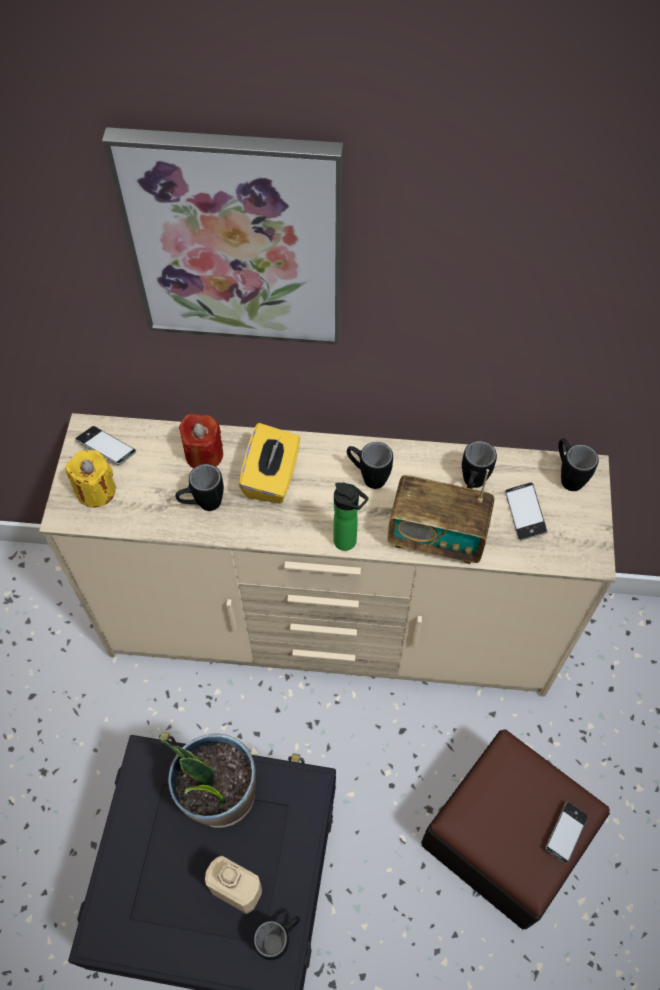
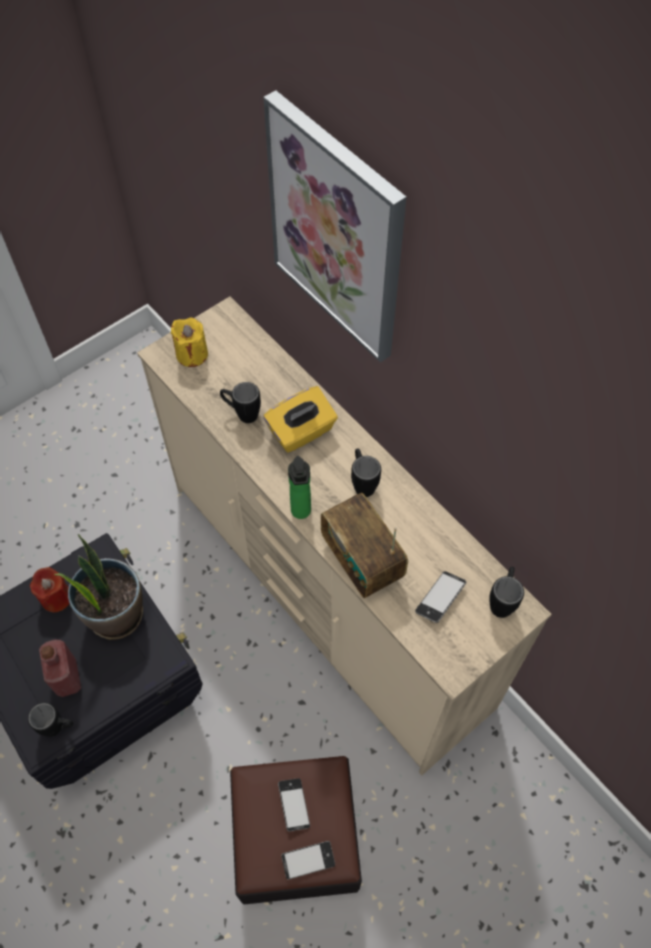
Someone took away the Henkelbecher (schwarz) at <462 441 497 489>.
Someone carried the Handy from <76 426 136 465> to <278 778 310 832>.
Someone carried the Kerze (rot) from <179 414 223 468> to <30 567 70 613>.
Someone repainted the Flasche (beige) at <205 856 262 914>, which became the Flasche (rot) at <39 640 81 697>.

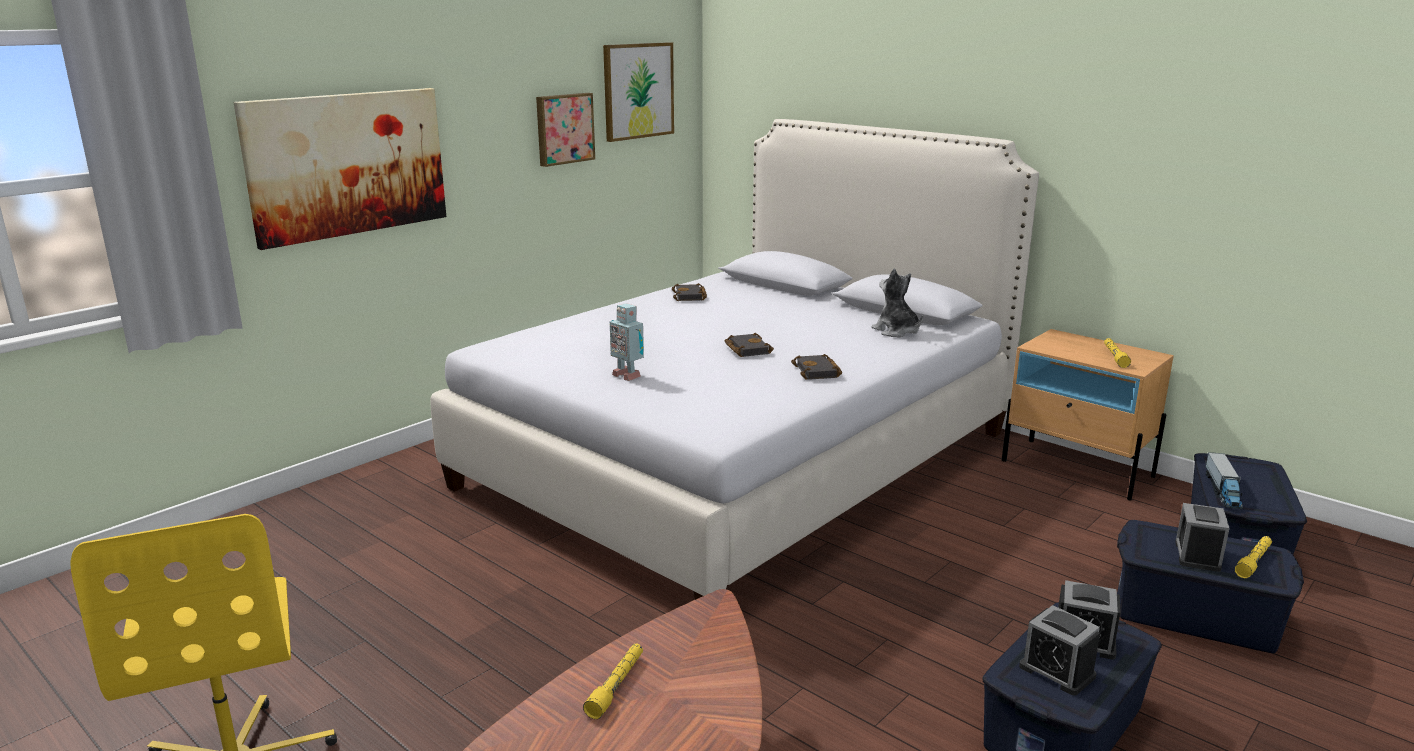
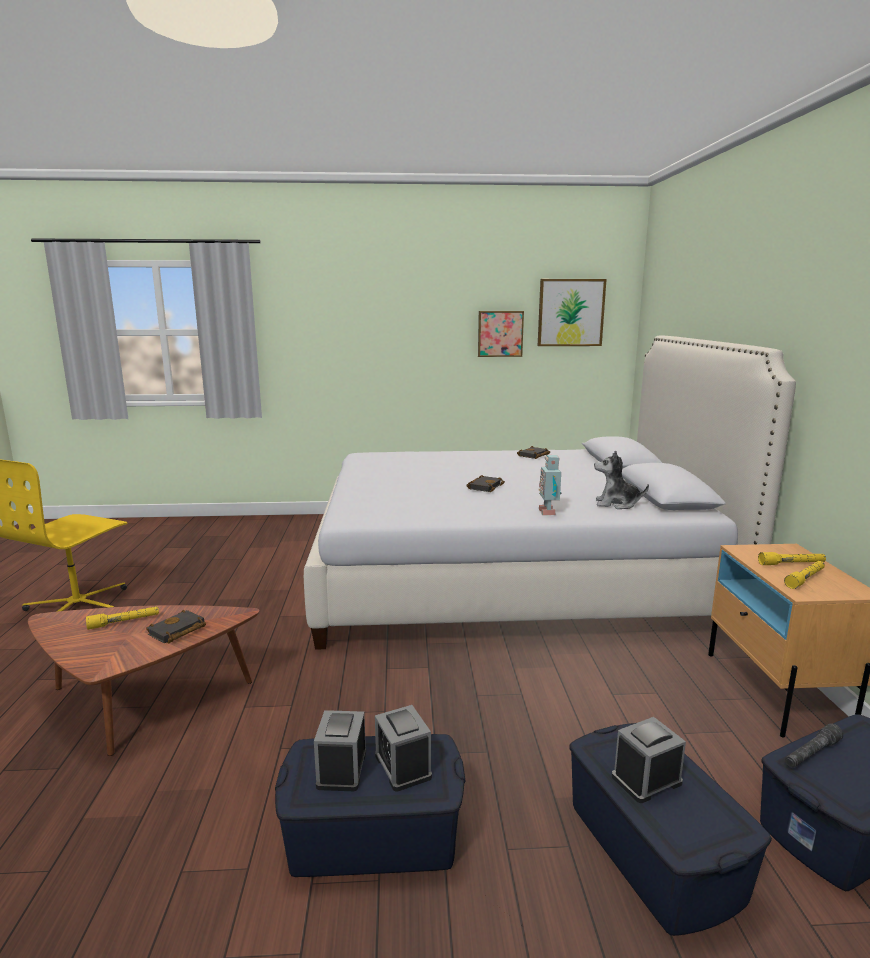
Someone took away the Bild at <233 88 446 250>.
Someone carried the Spielzeugroboter from <610 303 644 381> to <538 455 562 515>.
Someone carried the Buch (schwarz) from <791 354 842 380> to <146 610 206 643>.
Someone carried the Taschenlampe (gelb) from <1234 536 1272 579> to <758 552 826 565>.
Someone swapped the Spielzeuglaster at <1205 452 1243 509> for the Taschenlampe (grau) at <785 724 843 768>.
Someone rotated the Plüschtier at <871 269 923 337> by 90 degrees counterclockwise.

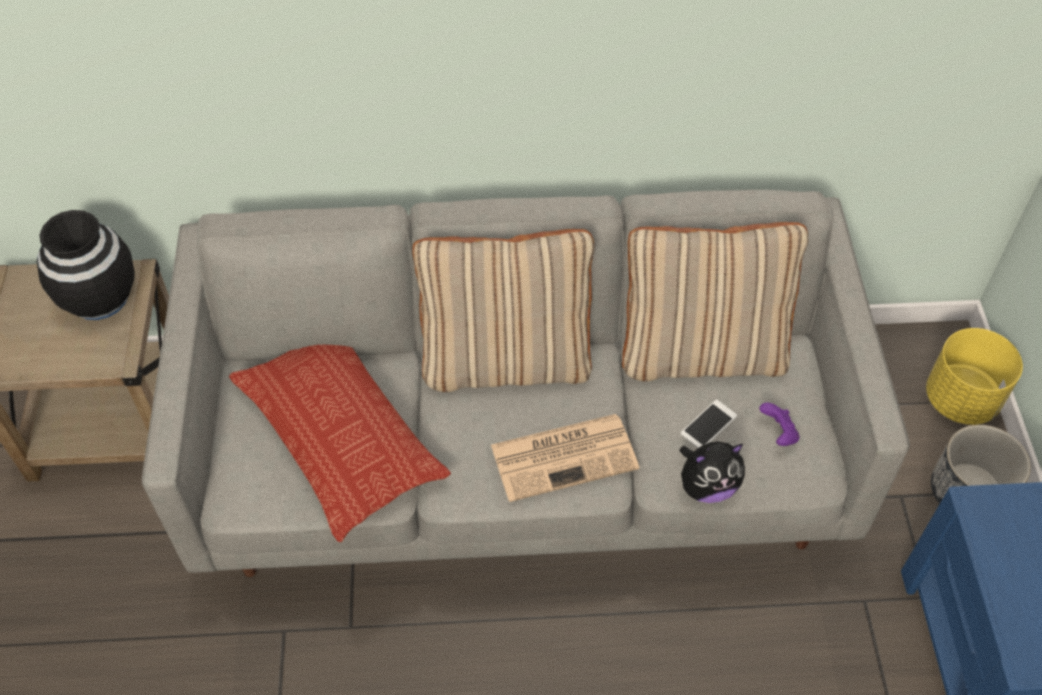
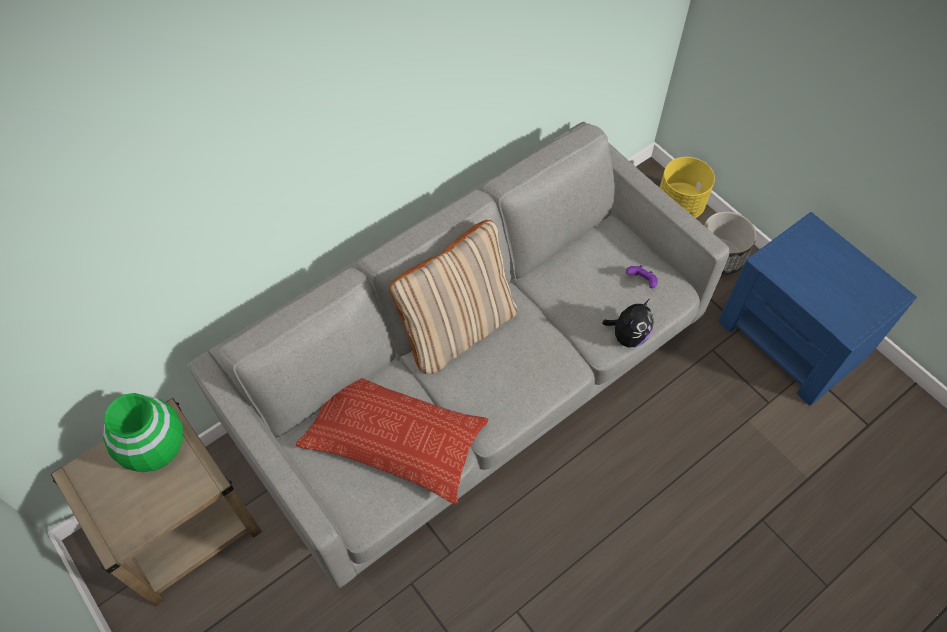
Someone took away the Zeitung at <491 414 639 502>.
Someone took away the Kissen (beige) at <622 222 808 381>.
Someone took away the Handy at <680 400 737 448>.
Someone repainted the Vase (schwarz) at <37 210 135 320>, which became the Vase (grün) at <103 393 183 472>.

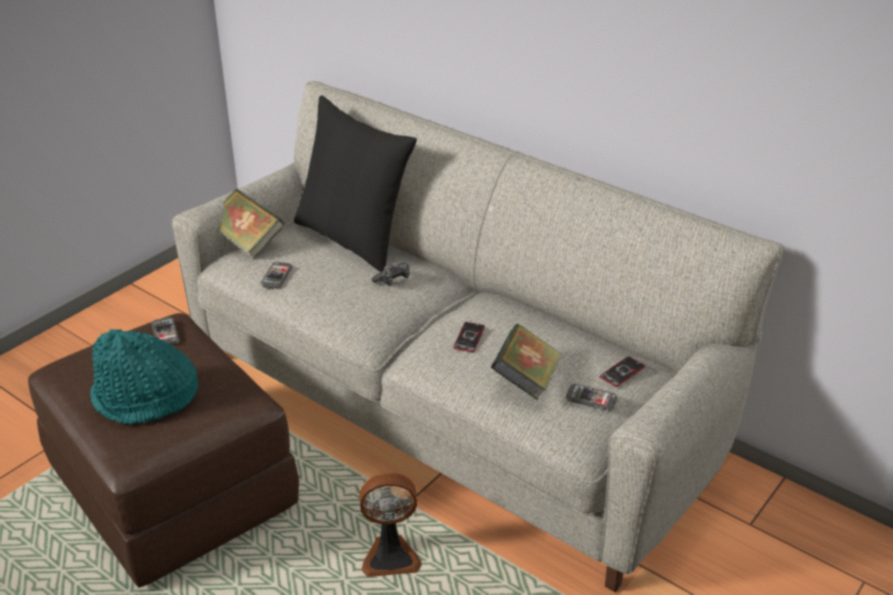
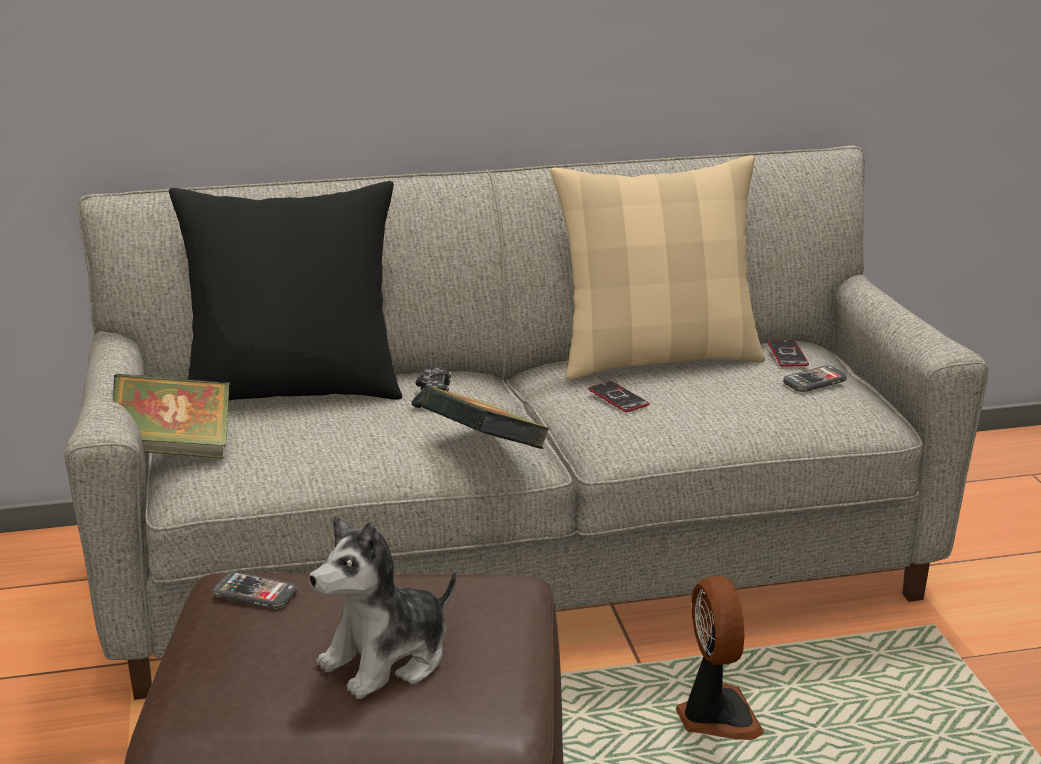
Someone took away the Handy at <260 262 293 289>.
Someone put down the Kissen (beige) at <551 155 765 380>.
Someone carried the Buch from <491 324 562 400> to <421 387 550 449>.
Someone swapped the Hut (türkis) at <90 329 198 424> for the Plüschtier at <309 516 456 699>.
Someone rotated the Ventilator at <359 473 421 577> by 45 degrees counterclockwise.

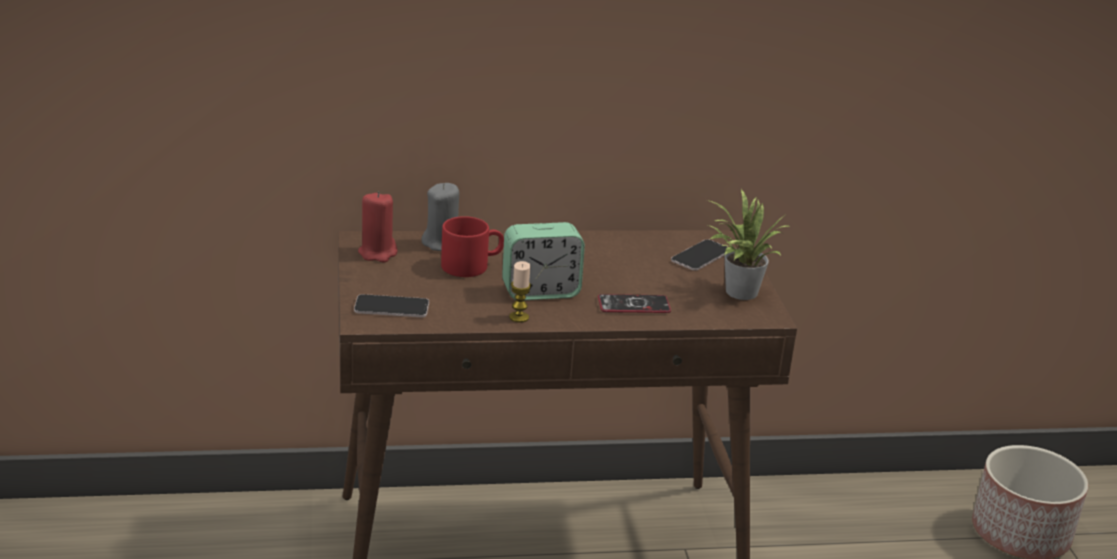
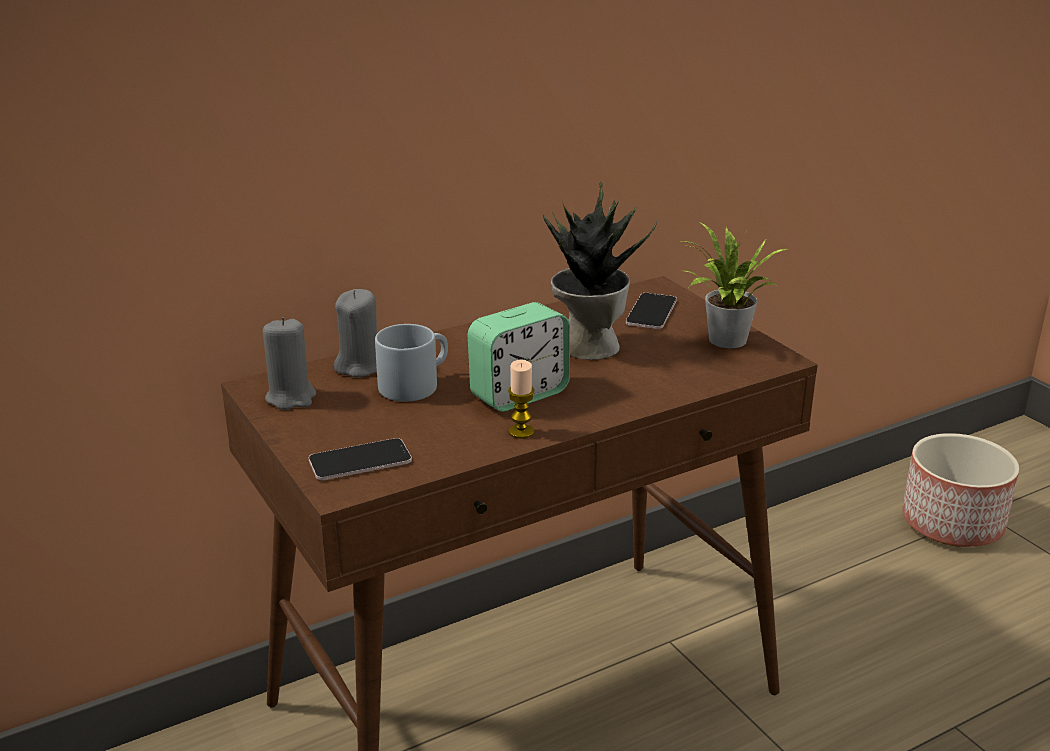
Someone took away the Handy at <598 294 671 313>.
Someone put down the Topfpflanze at <543 181 657 360>.
Someone repainted the Kerze (rot) at <358 191 397 262>, which became the Kerze (grau) at <263 317 316 410>.
Someone repainted the Henkelbecher (rot) at <441 216 504 277>, which became the Henkelbecher (grau) at <375 324 448 402>.

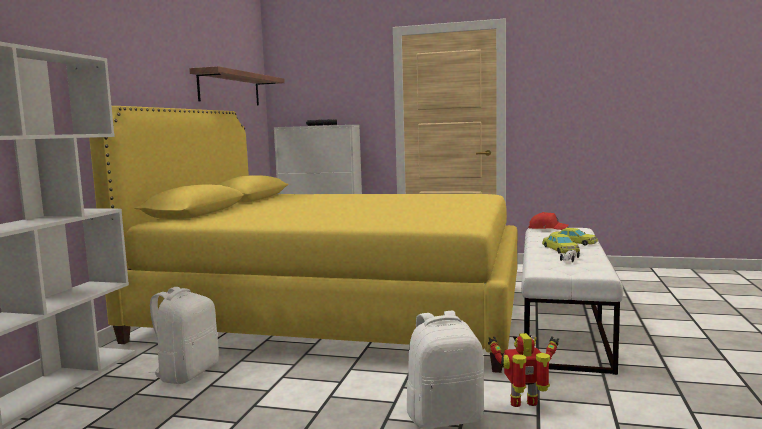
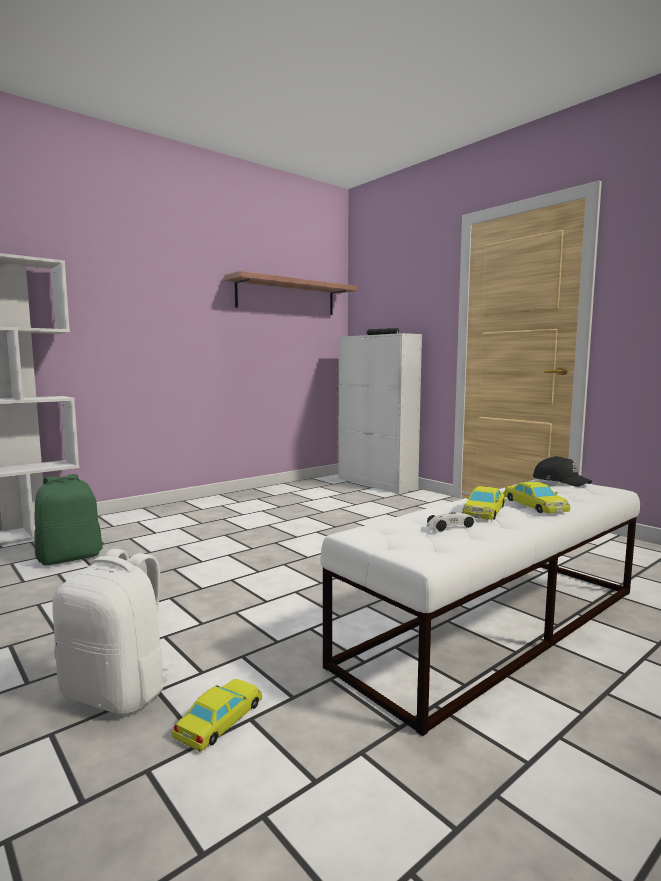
Someone took away the Bett (gelb) at <89 106 517 373>.
Someone swapped the Spielzeugroboter at <488 333 559 407> for the Spielzeugauto (gelb) at <172 679 262 751>.
Someone repainted the Rucksack (weiß) at <148 287 219 384>, which became the Rucksack (grün) at <34 474 103 565>.
Someone repainted the Kappe (rot) at <529 212 568 230>, which became the Kappe (schwarz) at <533 456 592 487>.

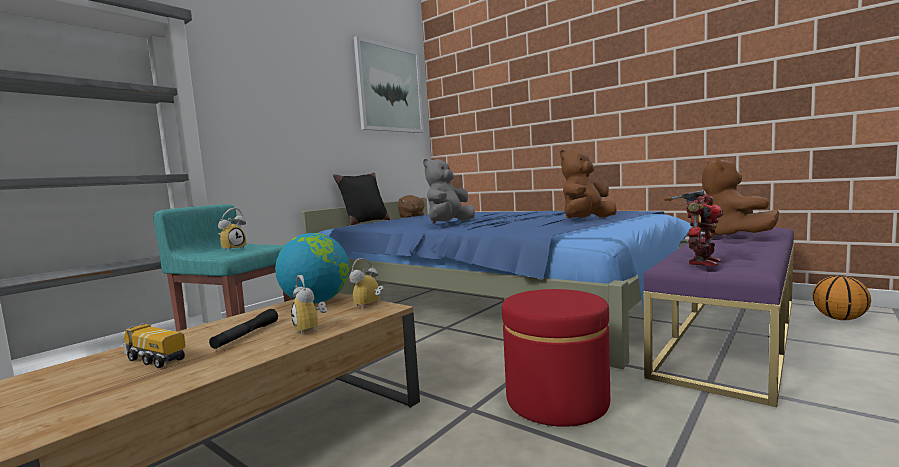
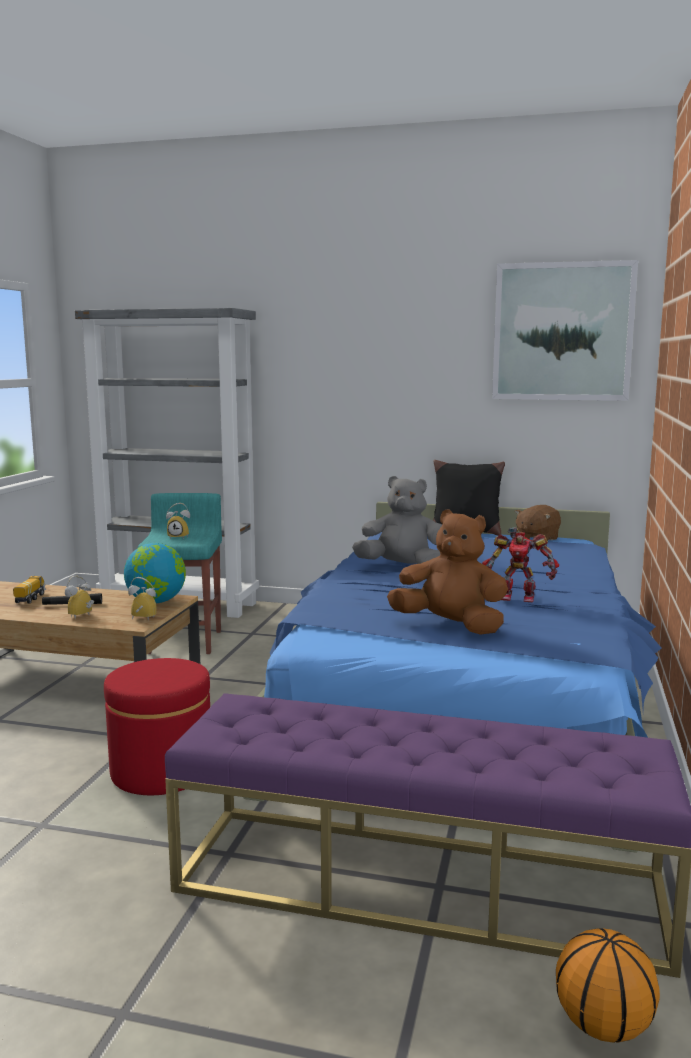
Someone took away the Plüschtier (braun) at <702 159 779 238>.
Someone carried the Spielzeugroboter from <664 190 723 266> to <482 528 559 602>.

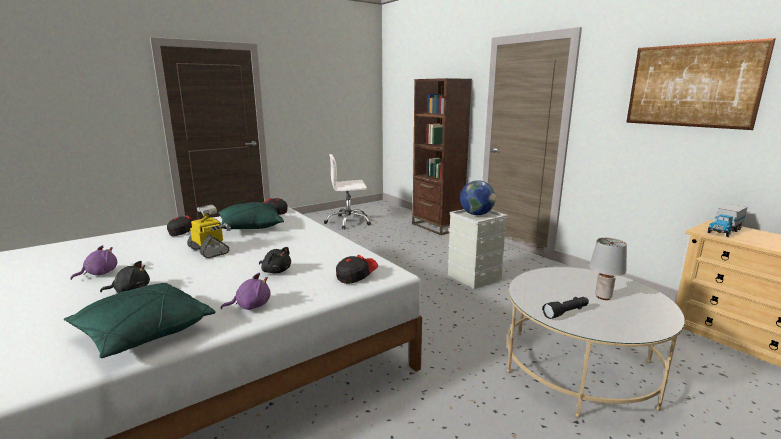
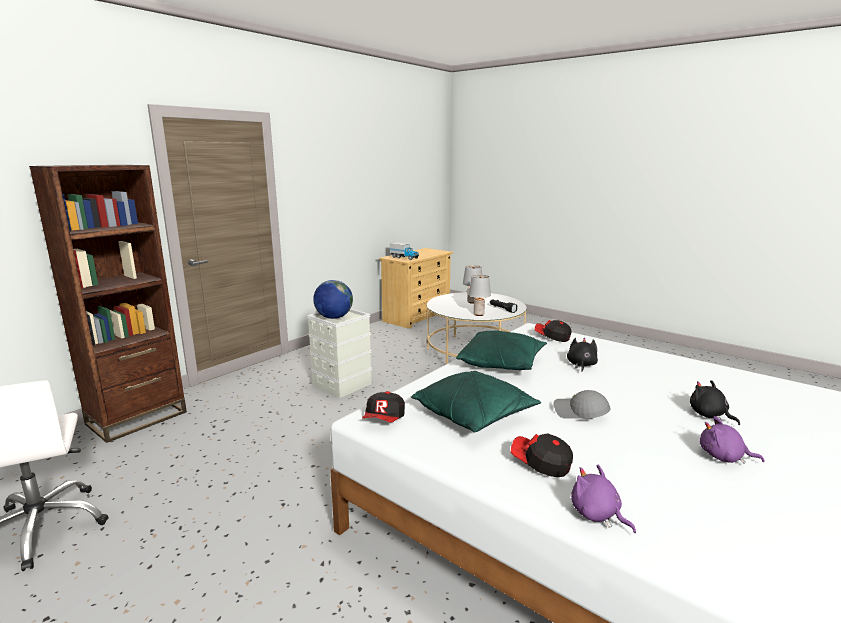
Someone took away the Bild at <627 38 776 130>.
Someone put down the Tischlampe (grau) at <469 275 491 316>.
Someone carried the Kissen (grün) from <64 283 216 358> to <456 330 547 370>.
Someone carried the Plüschtier (lila) from <221 273 271 310> to <571 465 636 533>.
Someone swapped the Spielzeugroboter at <187 205 231 258> for the Kappe (grau) at <554 390 610 419>.

